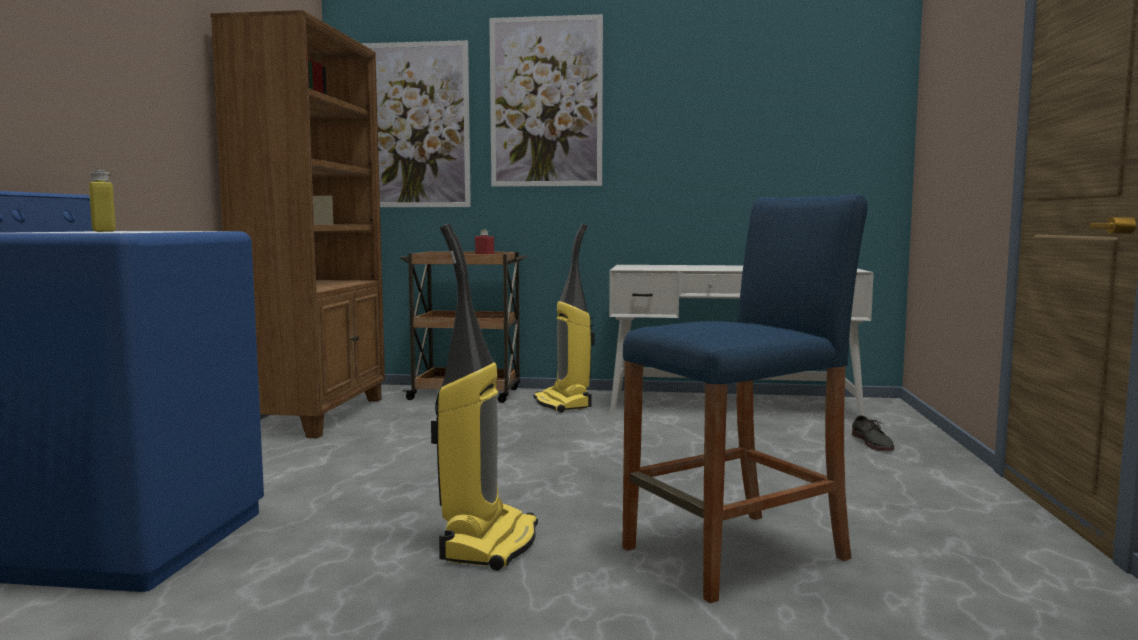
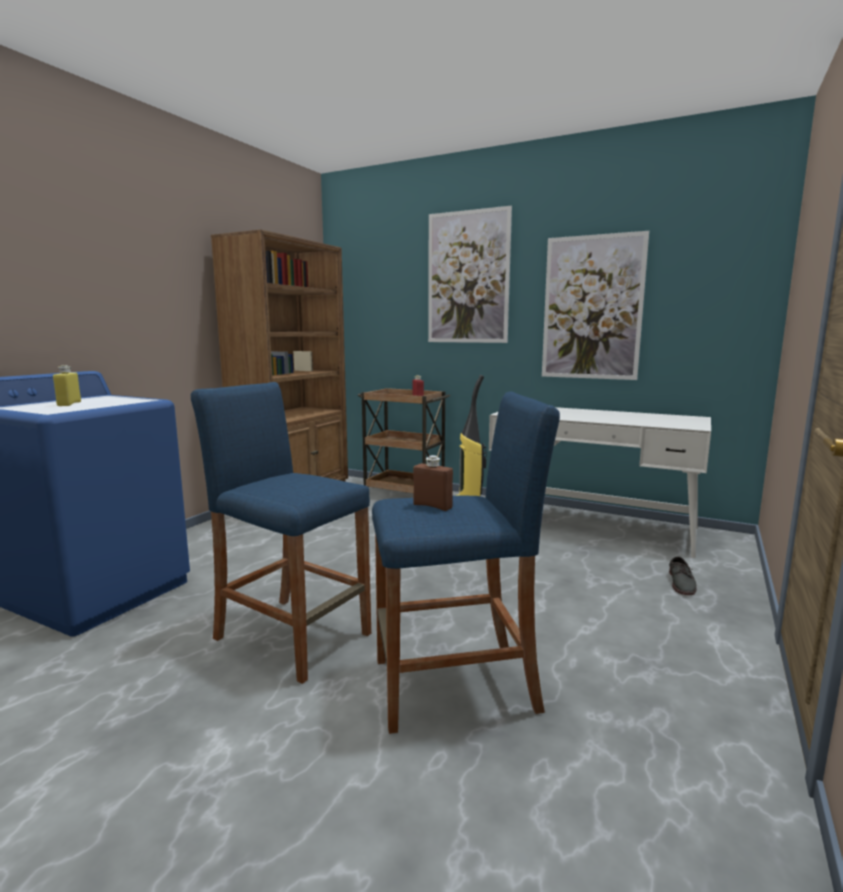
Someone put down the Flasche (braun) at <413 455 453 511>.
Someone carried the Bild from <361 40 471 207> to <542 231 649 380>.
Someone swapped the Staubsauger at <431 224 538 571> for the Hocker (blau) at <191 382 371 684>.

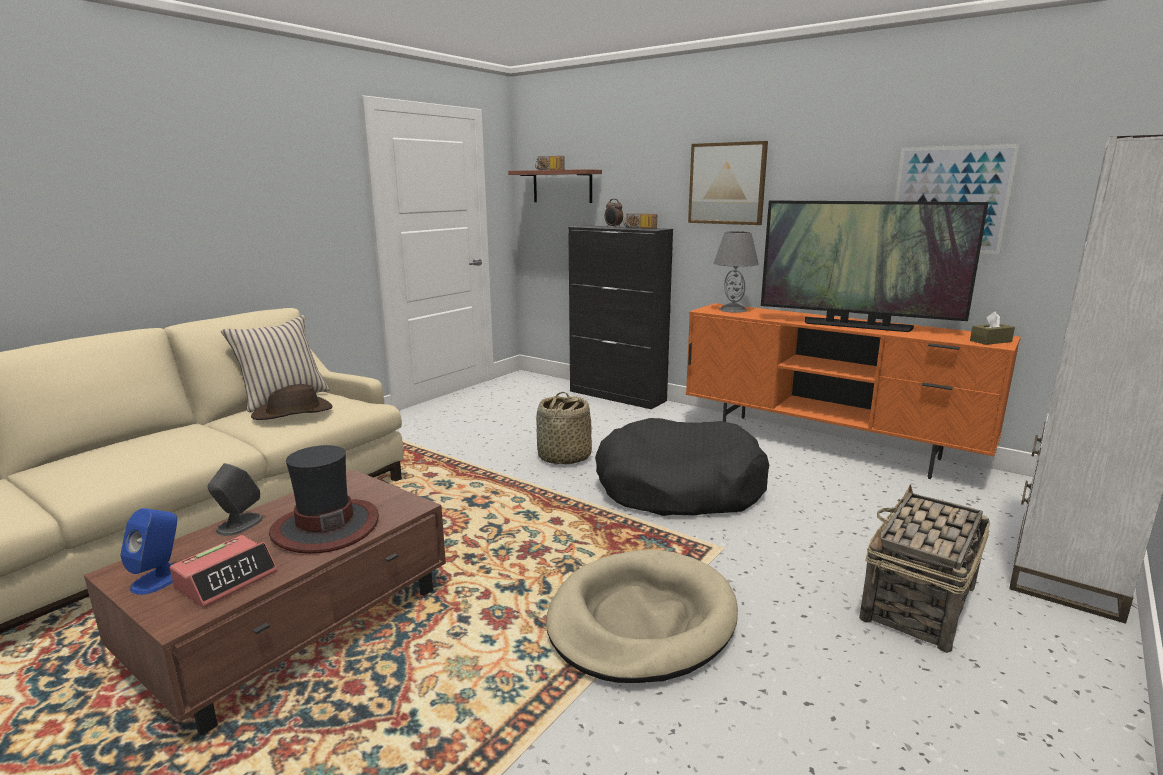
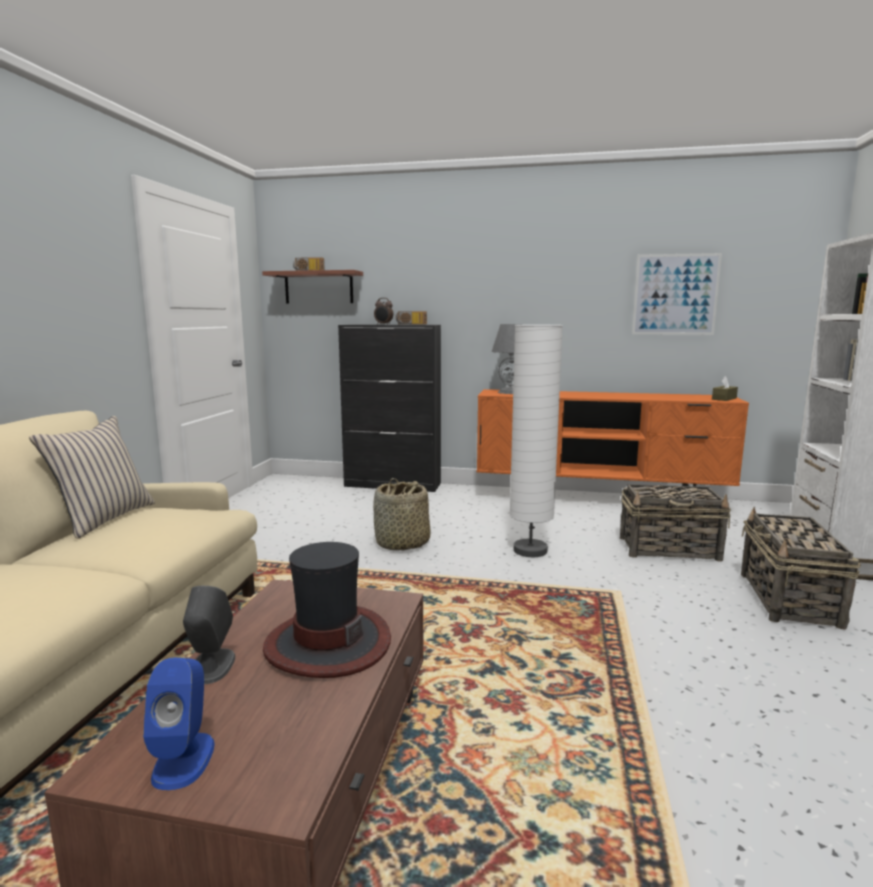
Someone took away the Wecker at <170 535 277 608>.
Someone took away the Hut (braun) at <251 384 333 420>.
Someone took away the Hundebett (beige) at <546 549 738 683>.
Someone took away the Bild at <688 141 768 225>.
Someone took away the Fernseher at <761 200 989 332>.
Someone put down the Korb at <620 484 731 562>.
Someone swapped the Hundebett (schwarz) at <595 418 769 516> for the Stehlampe (weiß) at <509 325 563 557>.

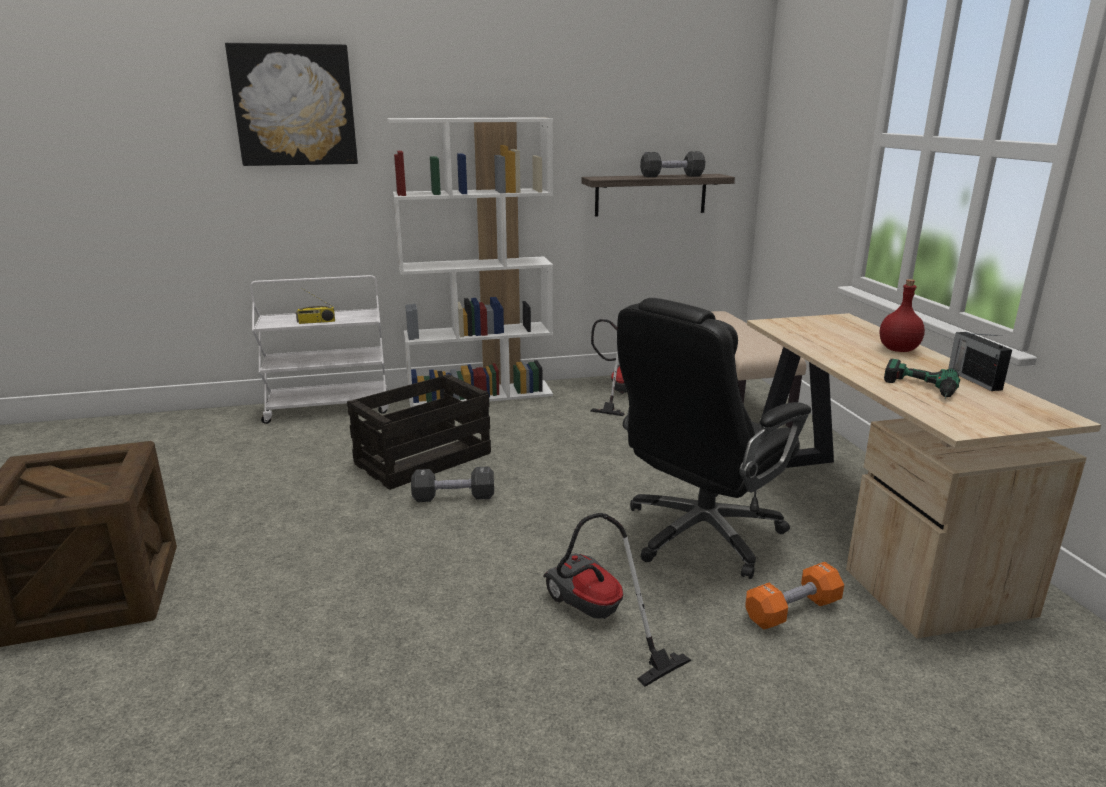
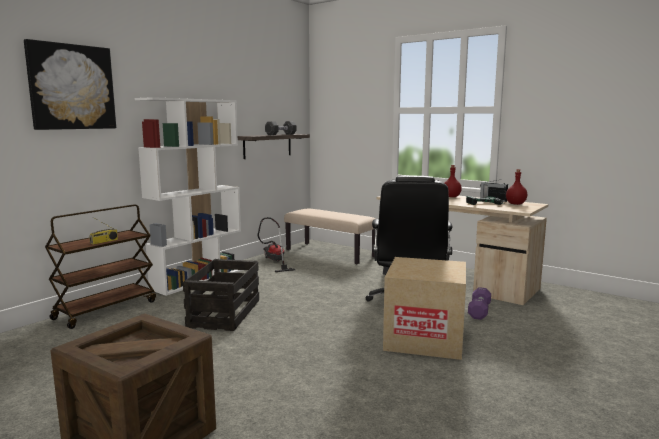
Someone took away the Hantel (schwarz) at <411 466 494 502>.
Someone put down the Flasche (rot) at <506 169 527 205>.
Someone swapped the Staubsauger at <543 513 691 687> for the Karton at <383 257 466 360>.
Someone repainted the Rollwagen (weiß) at <250 275 389 424>, which became the Rollwagen (braun) at <45 204 156 329>.
Someone repainted the Hantel (orange) at <745 562 844 630>, which became the Hantel (lila) at <468 287 491 320>.

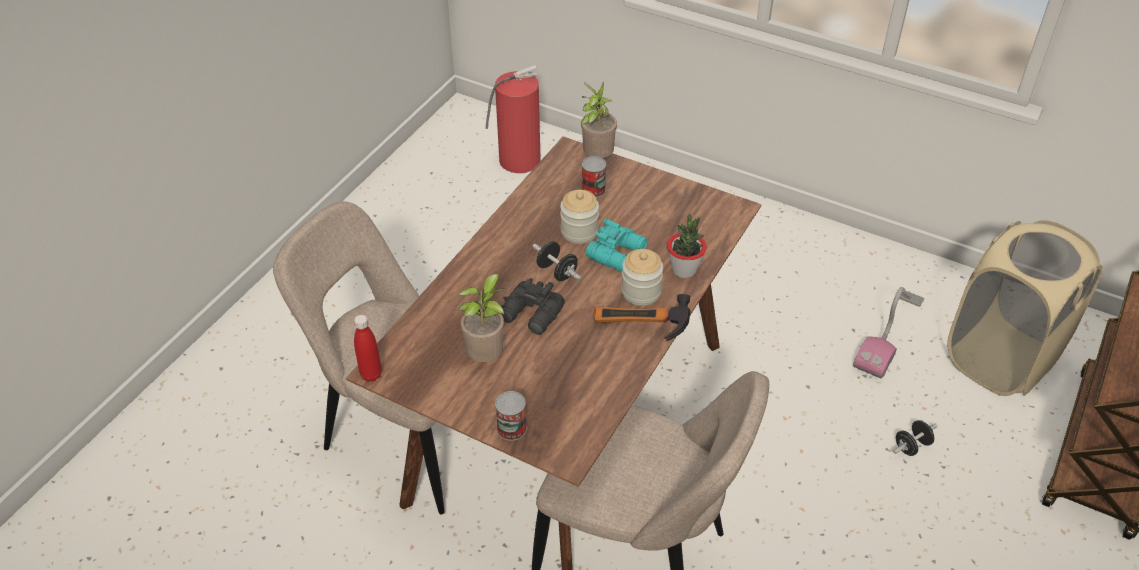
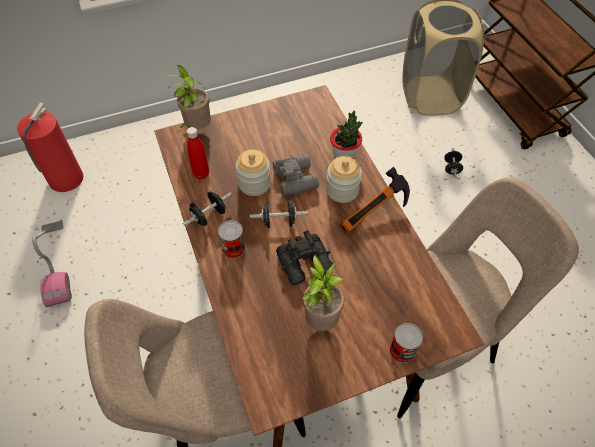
Someone put down the Hantel (schwarz) at <183 191 232 226>.
Someone carried the Flasche (rot) from <354 315 382 382> to <186 127 209 179>.
Someone carried the Dose from <581 156 606 198> to <218 220 245 258>.
Someone carried the Staubsauger from <853 287 924 378> to <32 221 72 307>.
Someone repainted the Fernglas (türkis) at <586 219 648 272>, which became the Fernglas (grau) at <273 154 319 196>.

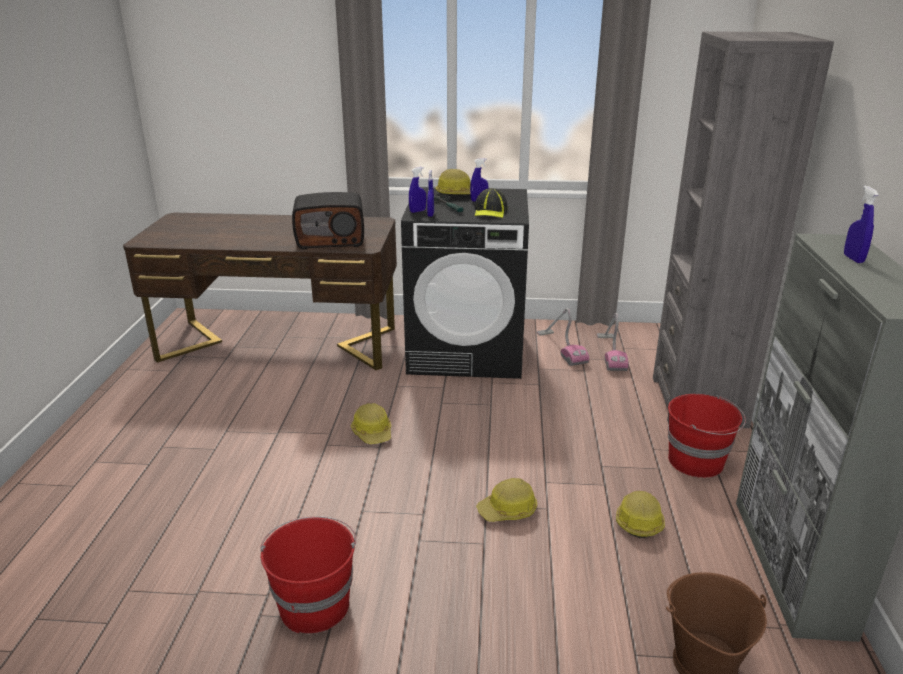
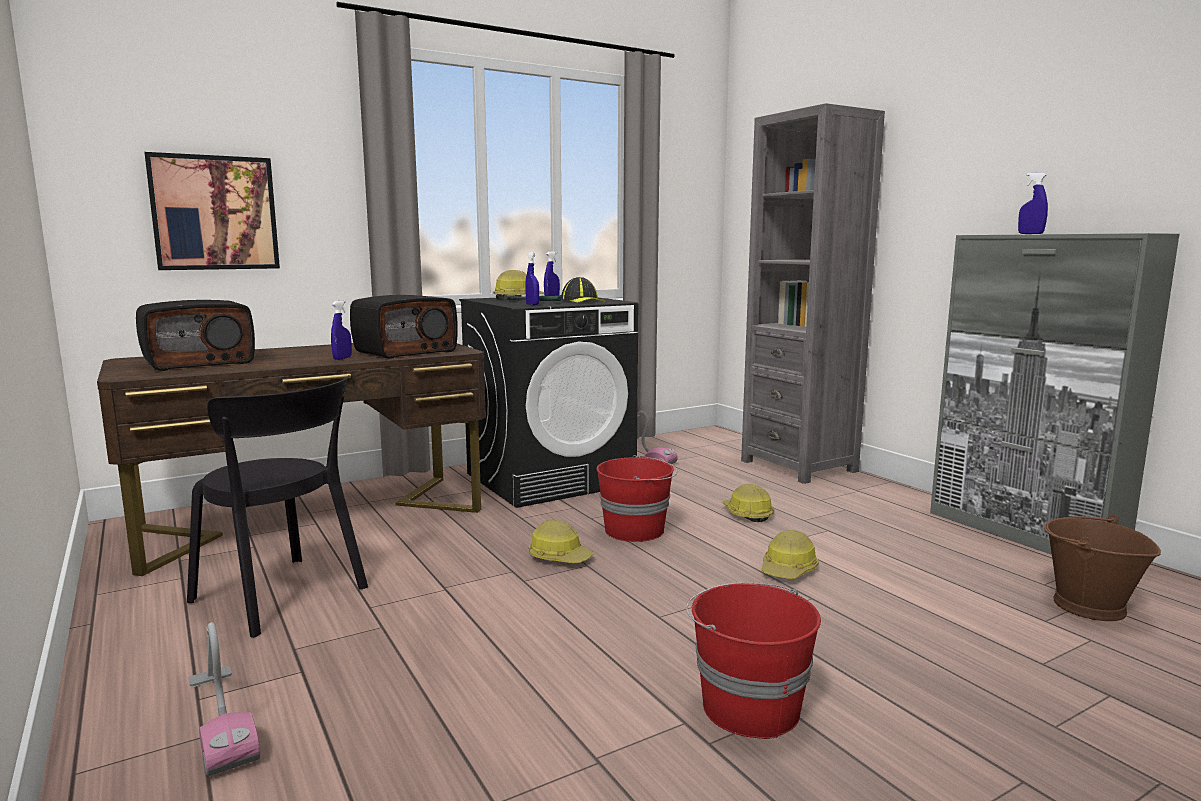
Someone put down the Radio at <136 300 255 371>.
Someone put up the Bild at <144 152 280 270>.
Someone put down the Stuhl (schwarz) at <187 375 368 638>.
Someone carried the Sprühflasche (blau) from <409 167 426 213> to <331 300 352 360>.
Someone carried the Staubsauger from <597 313 628 371> to <188 622 260 776>.
Someone carried the Schutzhelm from <616 491 665 538> to <722 484 774 522>.
Someone carried the Eimer (rot) from <668 394 746 478> to <596 455 677 542>.

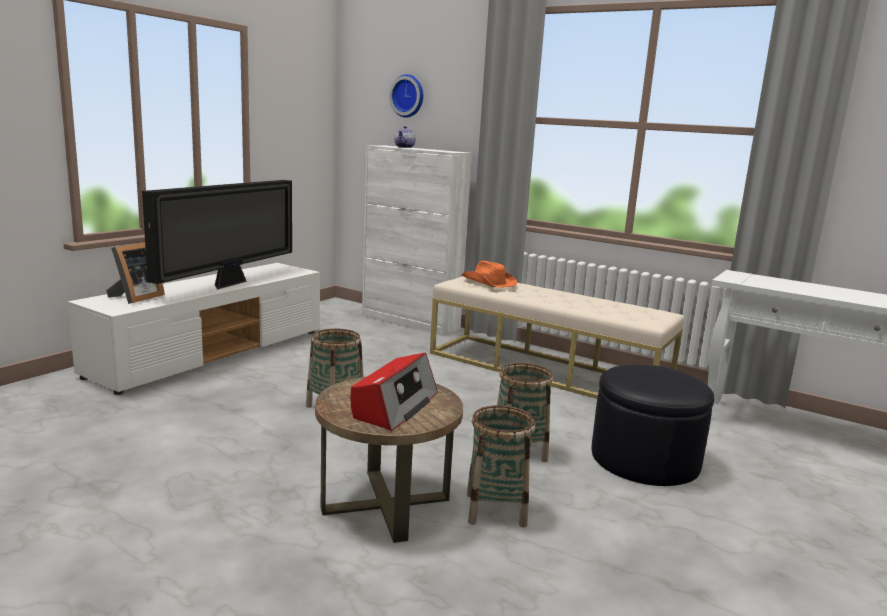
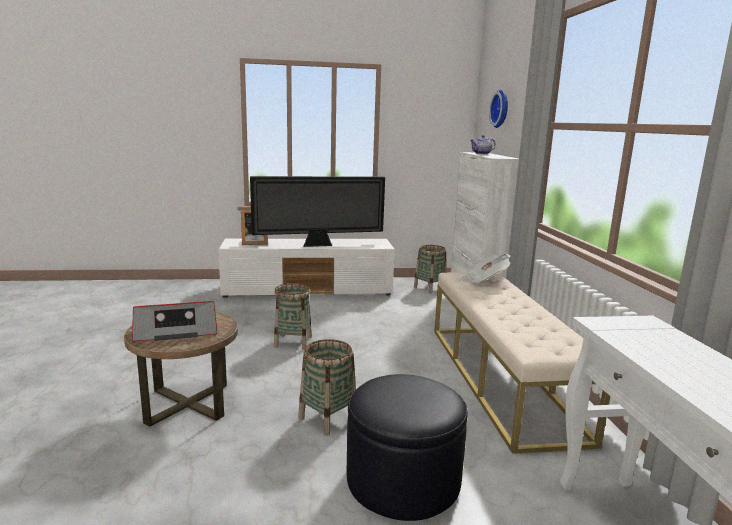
Someone carried the Korb from <467 405 535 528> to <414 245 447 294>.
Someone swapped the Hut (orange) at <461 261 517 288> for the Zeitung at <460 253 511 284>.

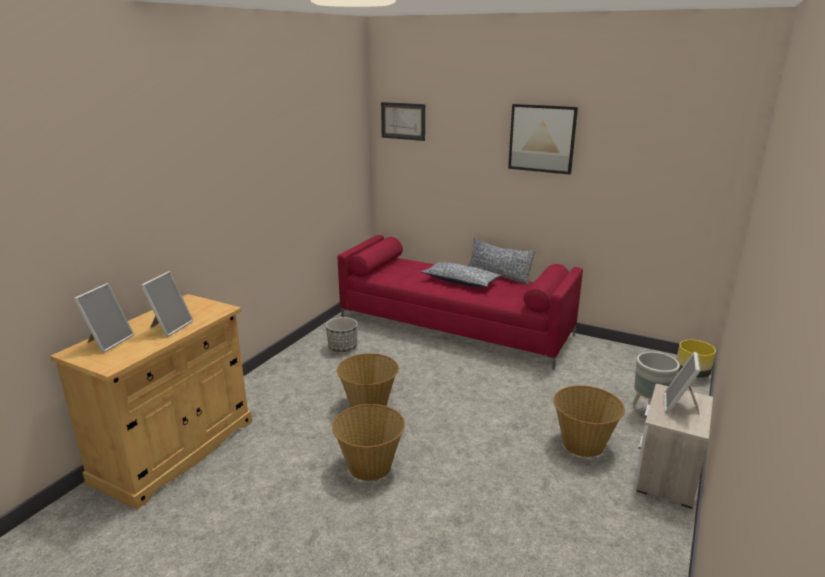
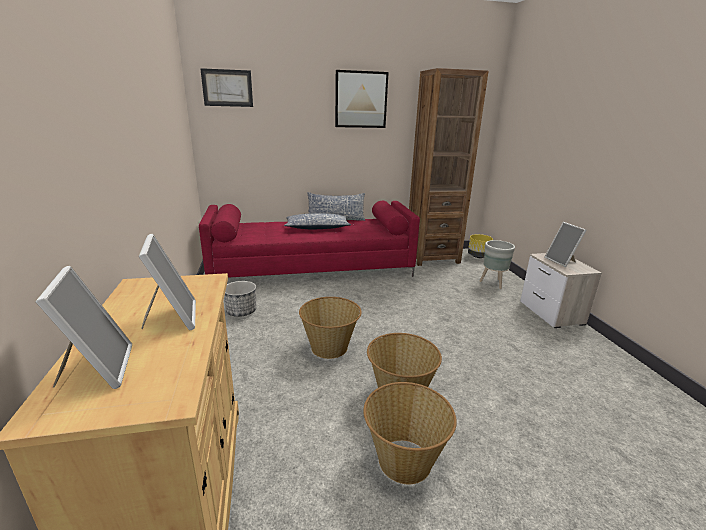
Someone put down the Bücherregal (braun) at <409 68 489 266>.
Someone carried the Korb from <553 385 625 457> to <363 382 457 484>.

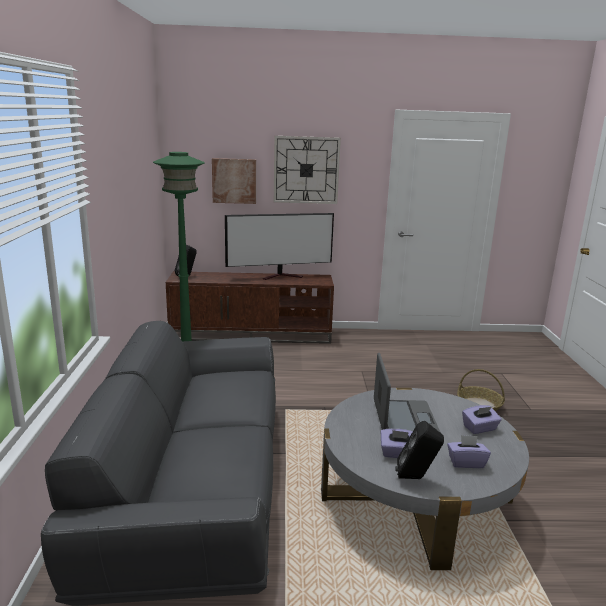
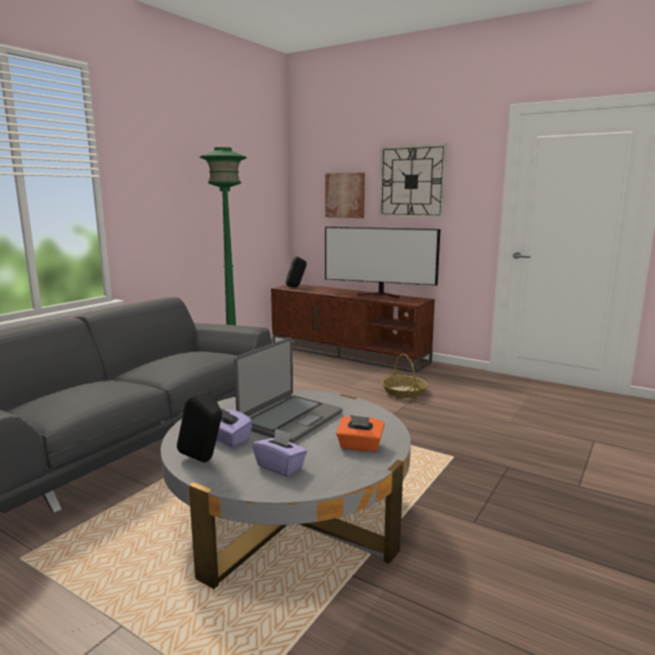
Someone carried the Korb from <457 369 505 412> to <382 354 428 398>.
Someone repainted the Taschentuchbox (lila) at <462 405 501 434>, which became the Taschentuchbox (orange) at <336 415 385 452>.

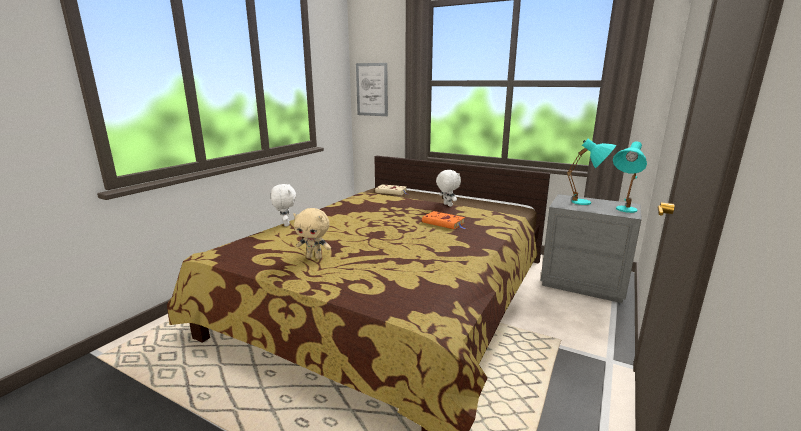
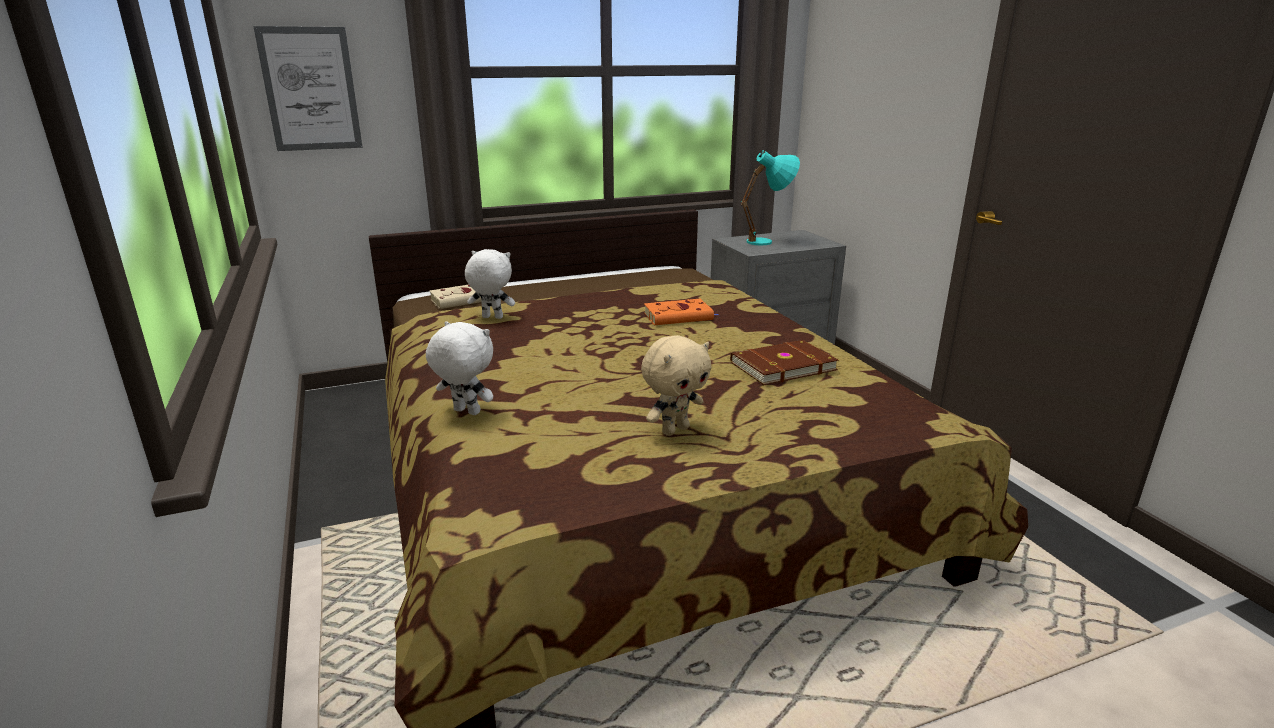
Someone took away the Tischlampe (türkis) at <613 141 647 213>.
Someone put down the Buch (braun) at <730 340 838 385>.
Someone carried the Plüschtier (weiß) from <436 170 461 207> to <465 249 515 319>.

